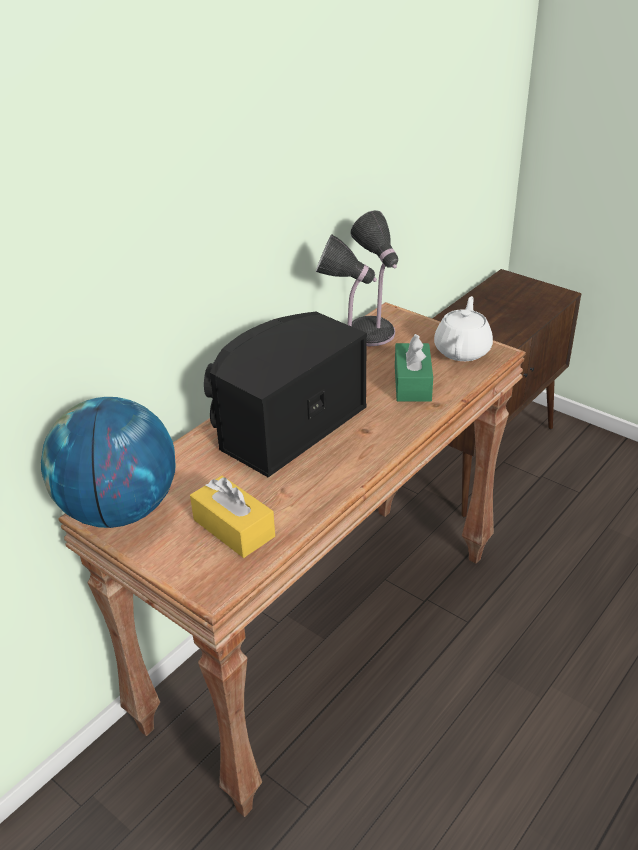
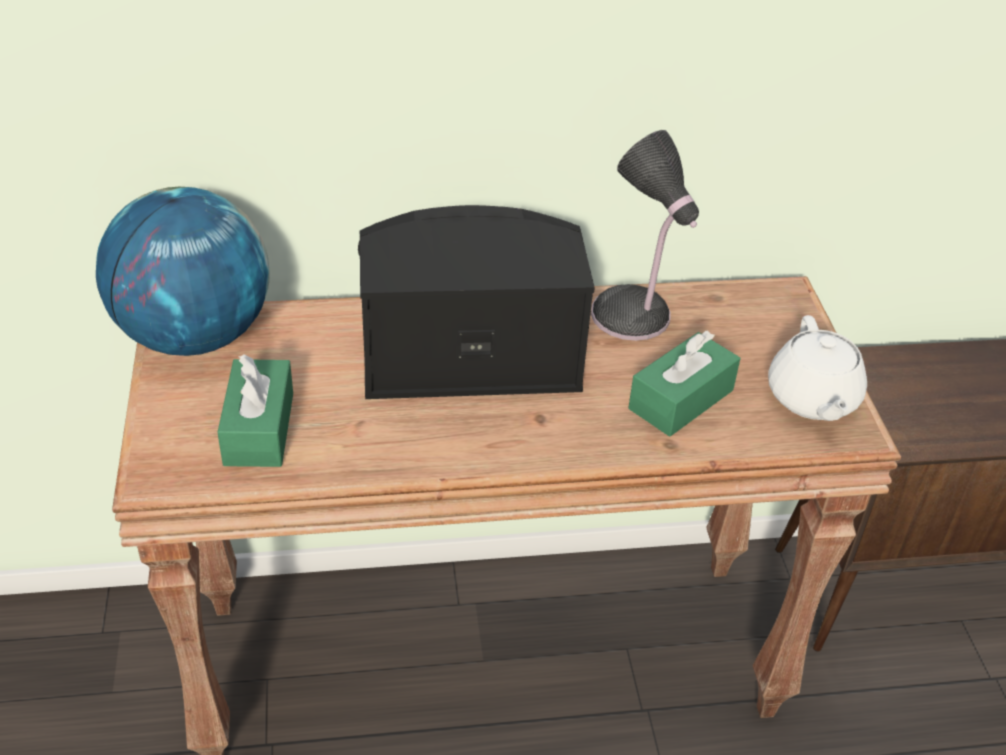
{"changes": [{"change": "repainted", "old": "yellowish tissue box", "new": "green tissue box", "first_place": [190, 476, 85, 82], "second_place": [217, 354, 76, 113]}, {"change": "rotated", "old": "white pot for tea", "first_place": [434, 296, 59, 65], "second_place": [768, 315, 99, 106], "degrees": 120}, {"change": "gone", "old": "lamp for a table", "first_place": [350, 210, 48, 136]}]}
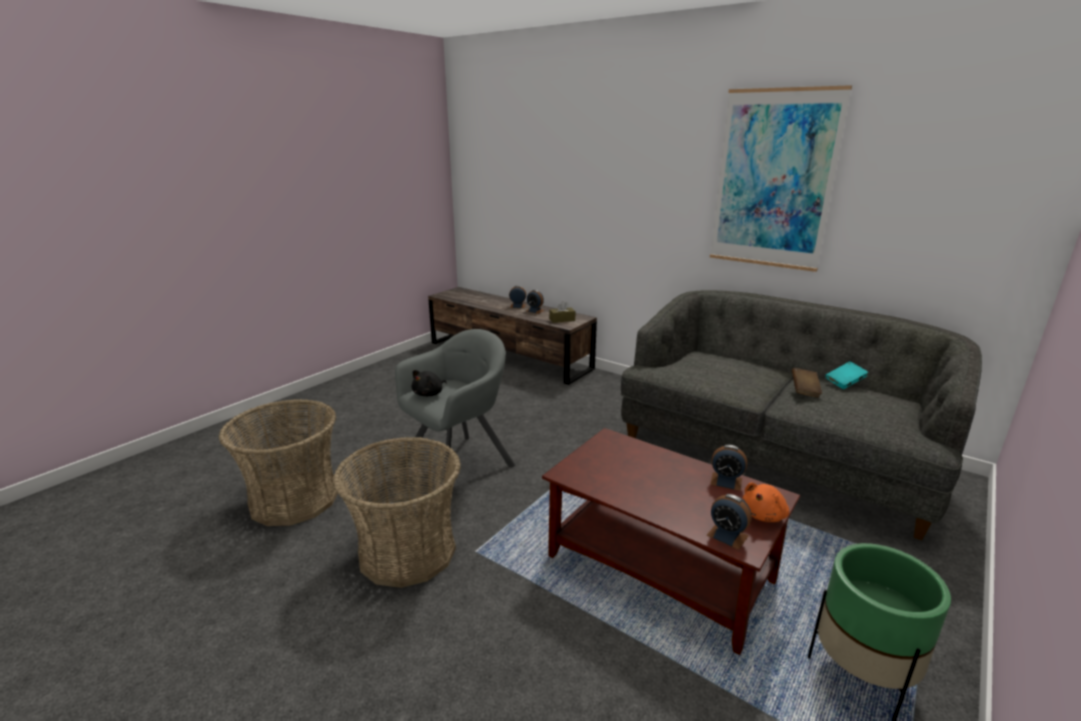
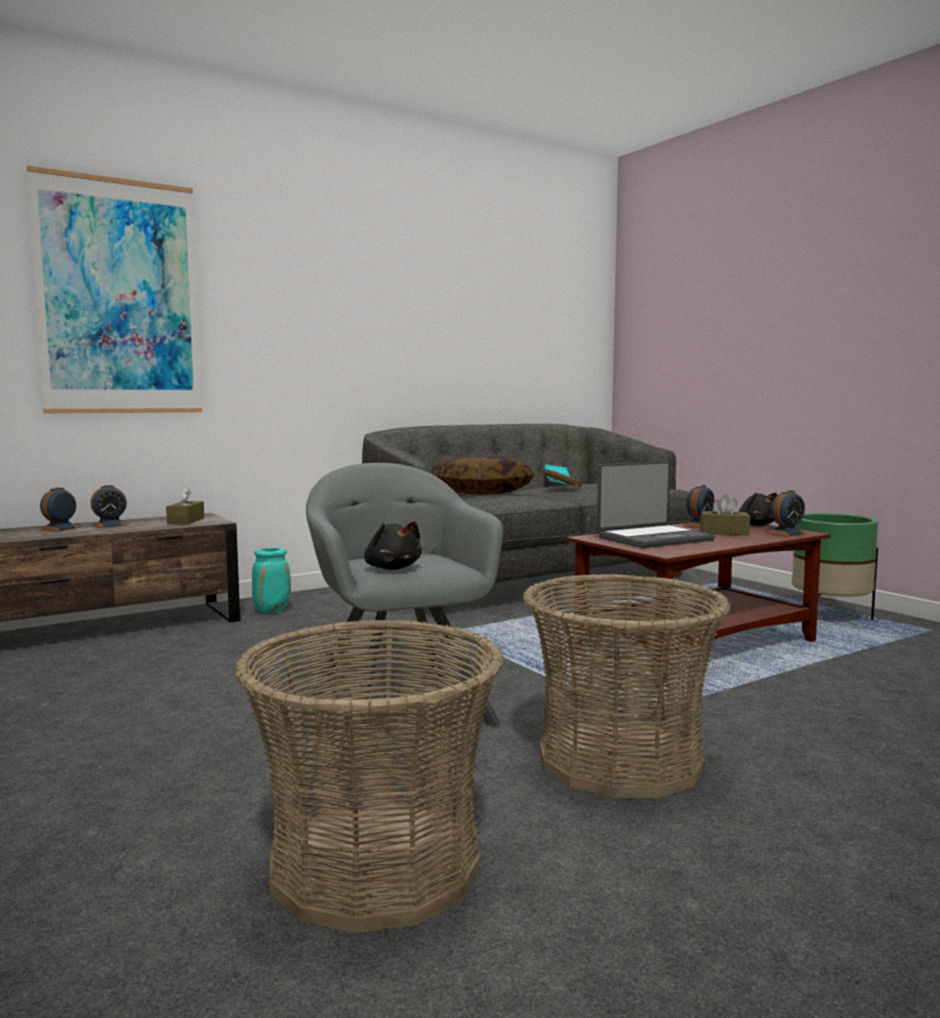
{"changes": [{"change": "shifted", "old": "picture", "first_place": [710, 85, 142, 187], "second_place": [27, 166, 175, 248]}, {"change": "new", "new": "turquoise flower vase", "second_place": [252, 548, 39, 65]}, {"change": "new", "new": "throw pillow", "second_place": [431, 455, 103, 40]}, {"change": "new", "new": "notebook computer", "second_place": [597, 461, 118, 87]}, {"change": "new", "new": "brown tissue box", "second_place": [700, 495, 50, 40]}, {"change": "repainted", "old": "orangey cuddly toy", "new": "black cuddly toy", "first_place": [742, 482, 47, 40], "second_place": [739, 493, 38, 33]}]}
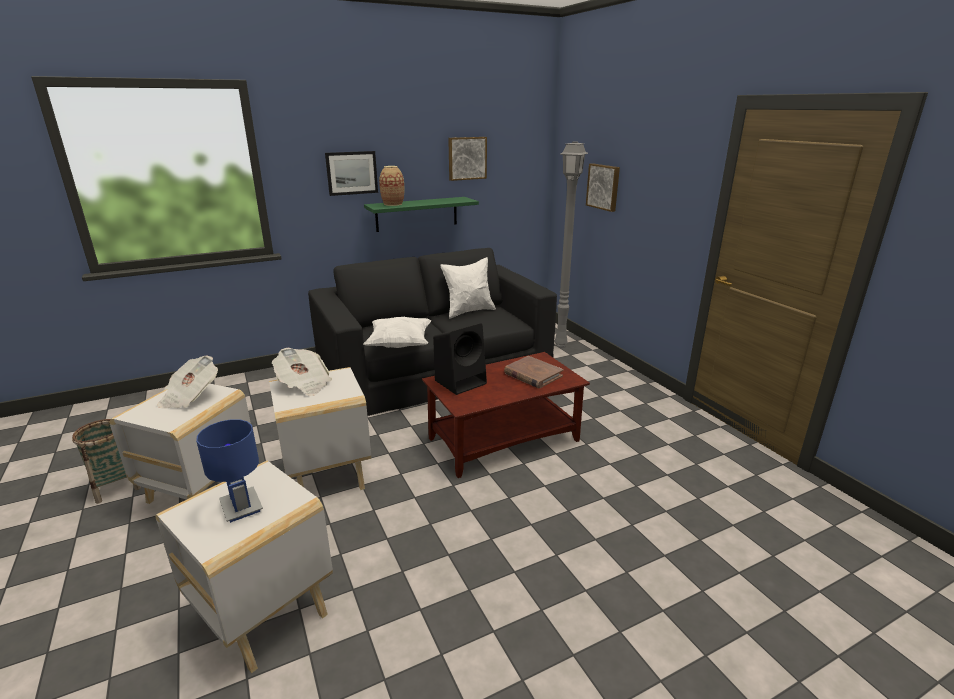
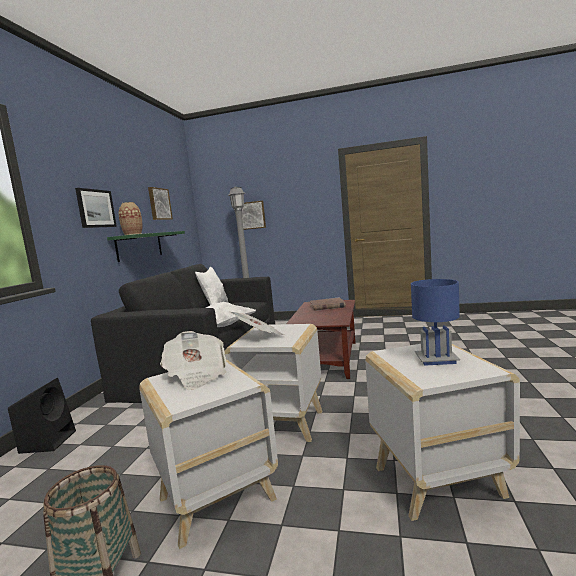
{"changes": [{"change": "shifted", "old": "black loudspeaker", "first_place": [433, 323, 54, 72], "second_place": [8, 378, 68, 76]}]}
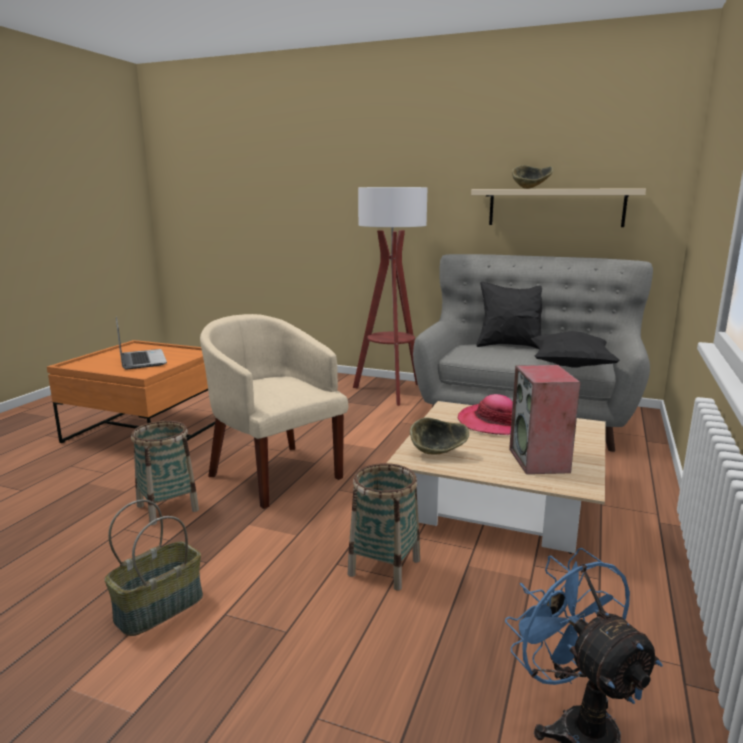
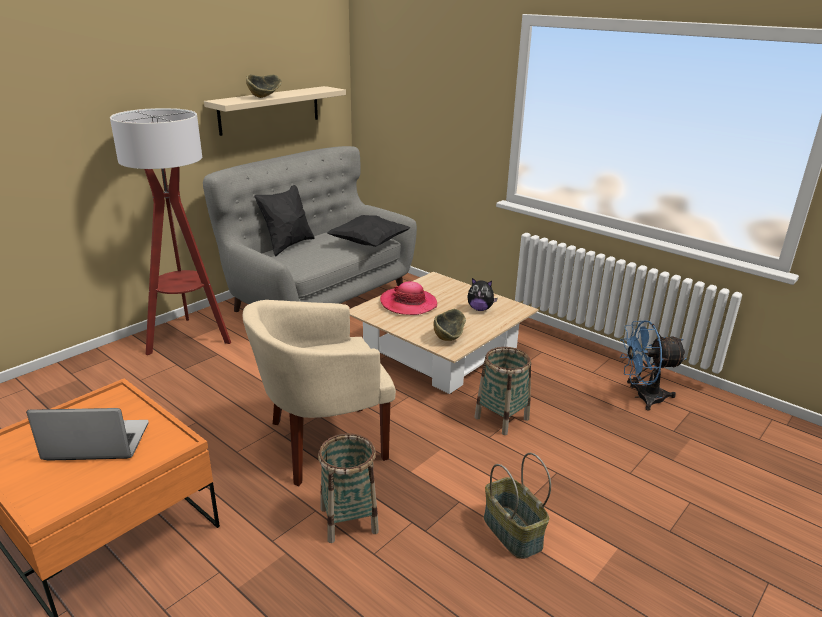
{"changes": [{"change": "swapped", "old": "loudspeaker", "new": "cuddly toy", "first_place": [509, 365, 72, 109], "second_place": [468, 278, 30, 33]}]}
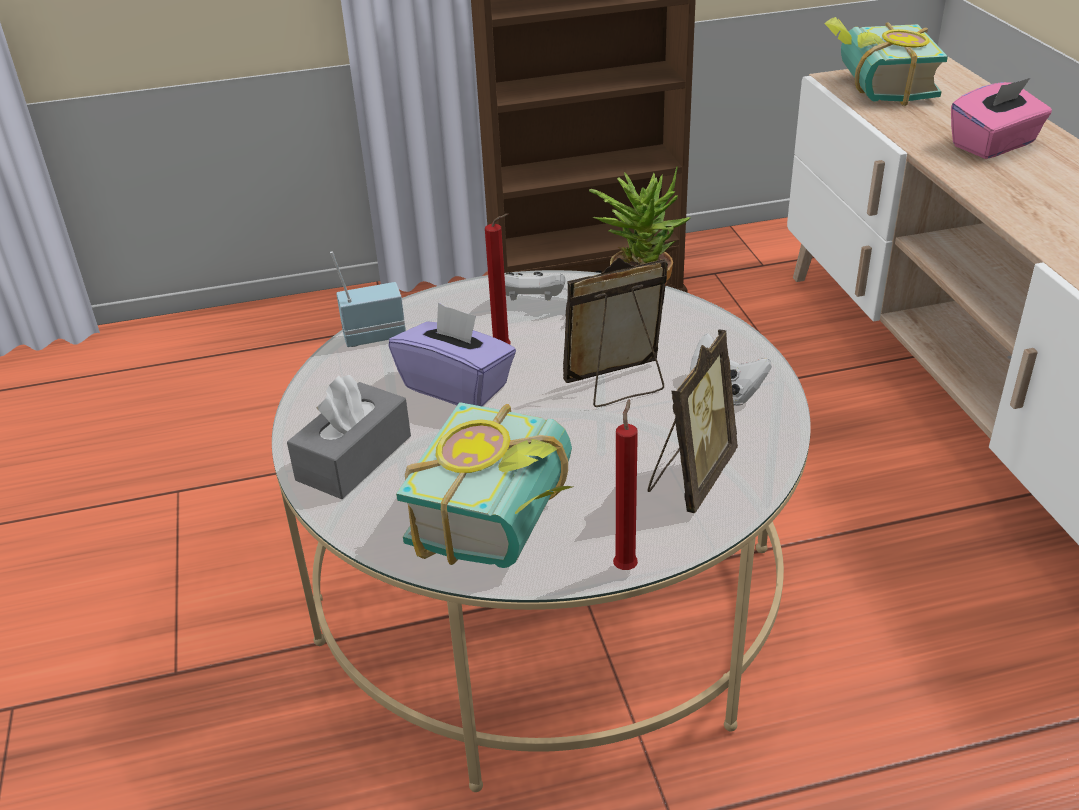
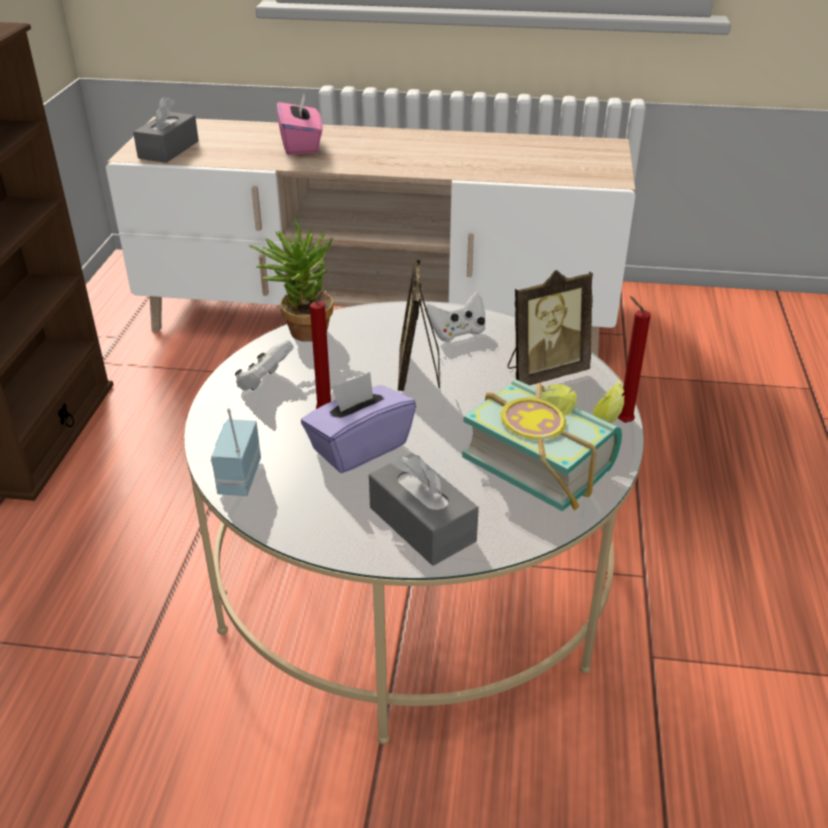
{"changes": [{"change": "swapped", "old": "bound book", "new": "gray tissue box", "first_place": [824, 17, 124, 89], "second_place": [133, 97, 66, 66]}, {"change": "rotated", "old": "photo frame", "first_place": [647, 330, 91, 183], "second_place": [507, 270, 86, 116], "degrees": 105}]}
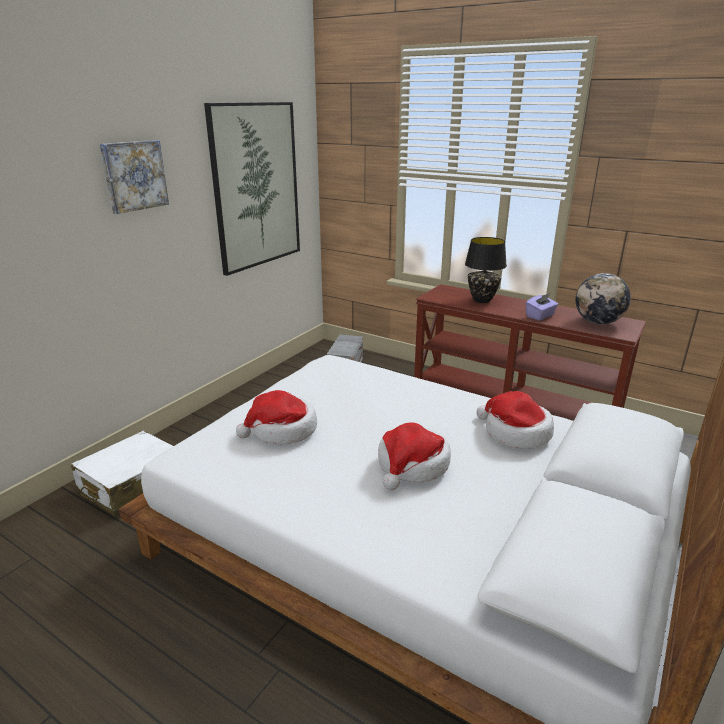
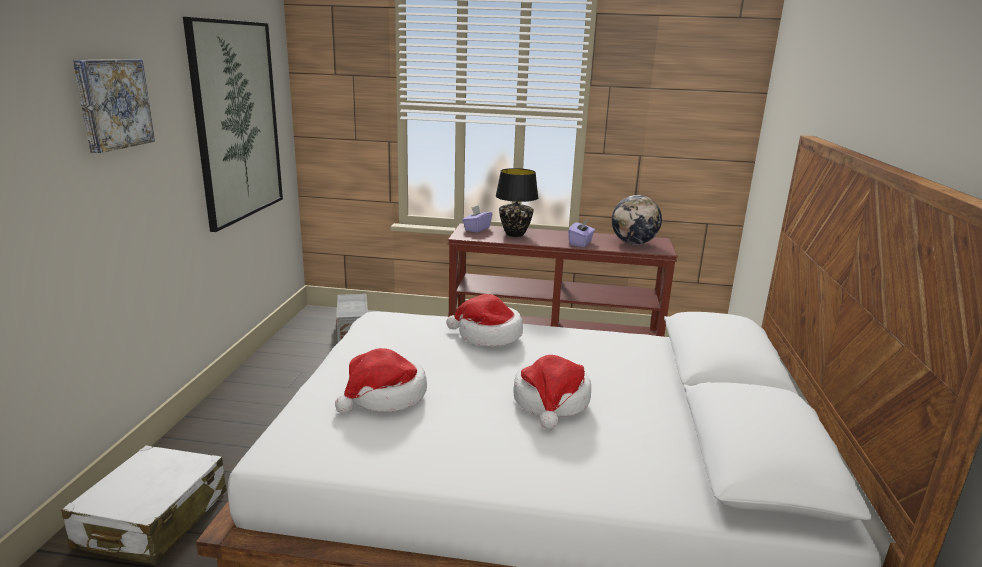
{"changes": [{"change": "shifted", "old": "clothing hat", "first_place": [477, 391, 77, 58], "second_place": [446, 294, 77, 52]}, {"change": "new", "new": "purple-coloured tissue box", "second_place": [462, 205, 30, 28]}]}
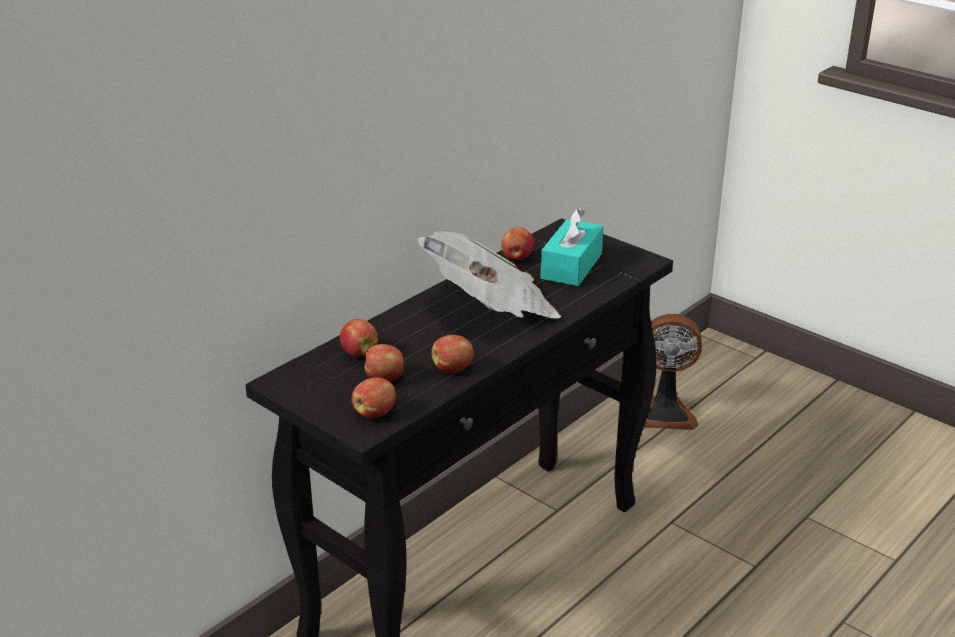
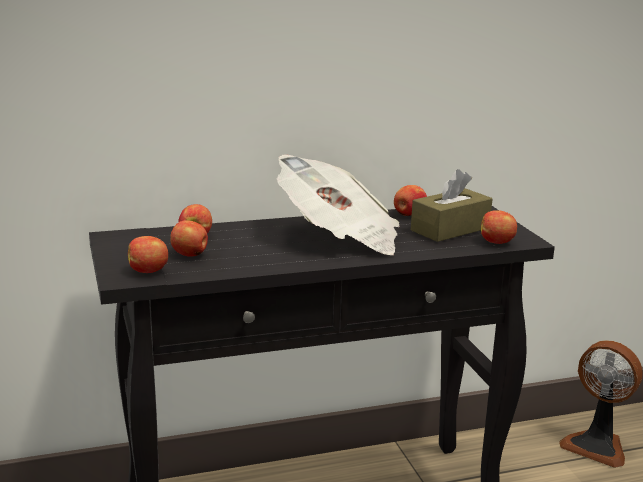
{"changes": [{"change": "repainted", "old": "turquoise tissue box", "new": "brown tissue box", "first_place": [541, 208, 63, 78], "second_place": [411, 169, 81, 73]}, {"change": "shifted", "old": "apple fruit", "first_place": [431, 335, 43, 38], "second_place": [481, 210, 36, 34]}]}
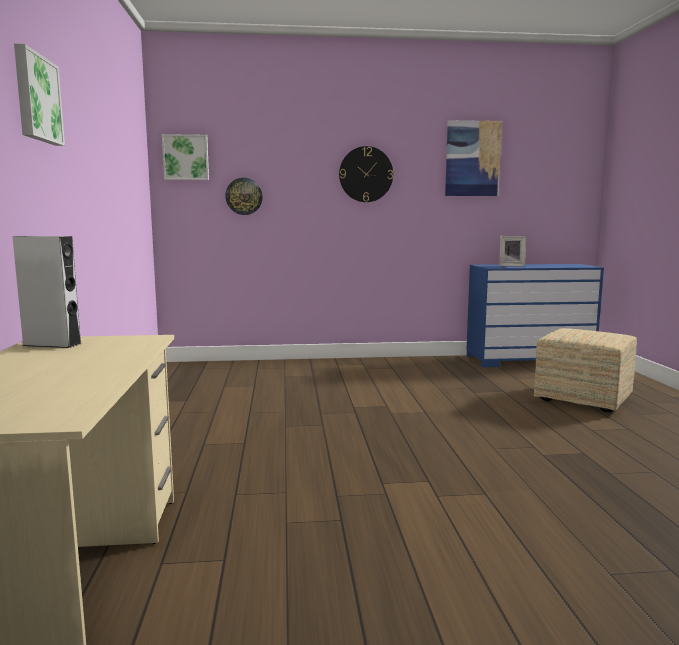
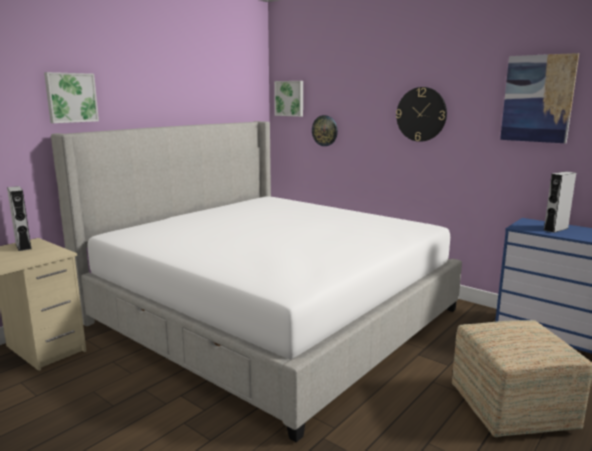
{"changes": [{"change": "new", "new": "bedroom bed", "second_place": [51, 121, 411, 321]}, {"change": "swapped", "old": "photo frame", "new": "gray loudspeaker", "first_place": [499, 236, 27, 31], "second_place": [544, 171, 32, 62]}]}
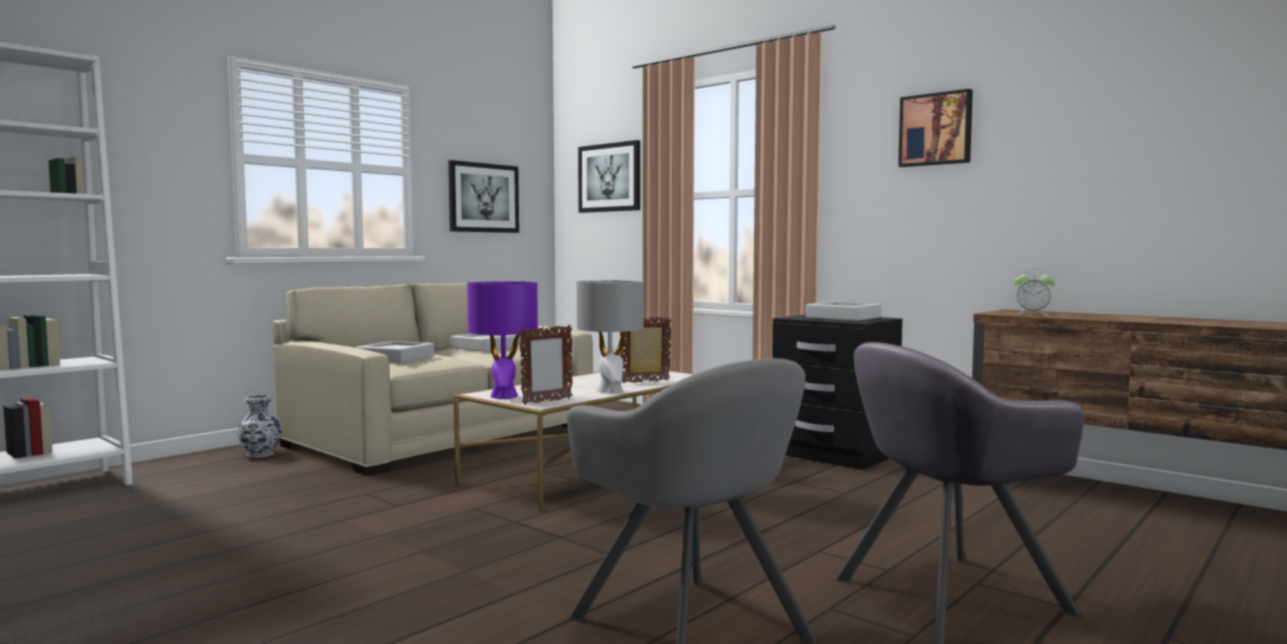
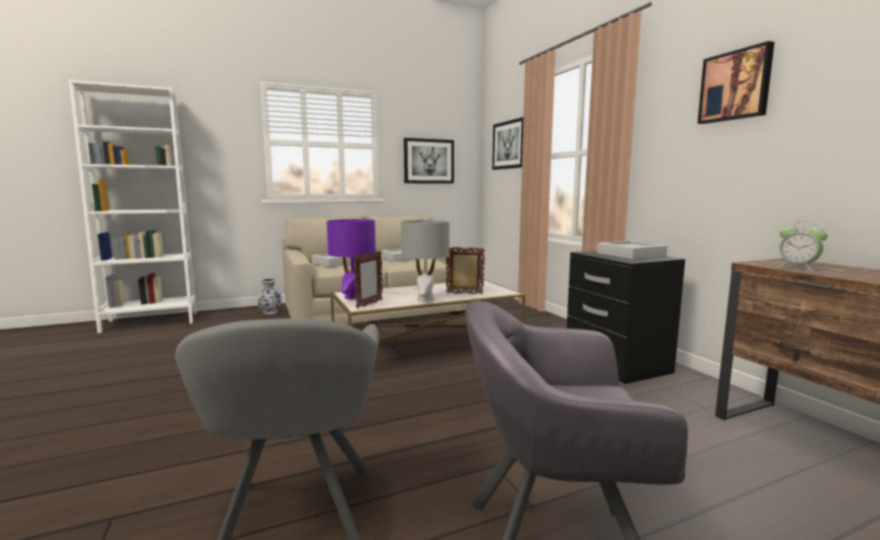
{"changes": [{"change": "rotated", "old": "photo frame", "first_place": [520, 325, 53, 79], "second_place": [353, 251, 30, 58], "degrees": -45}]}
